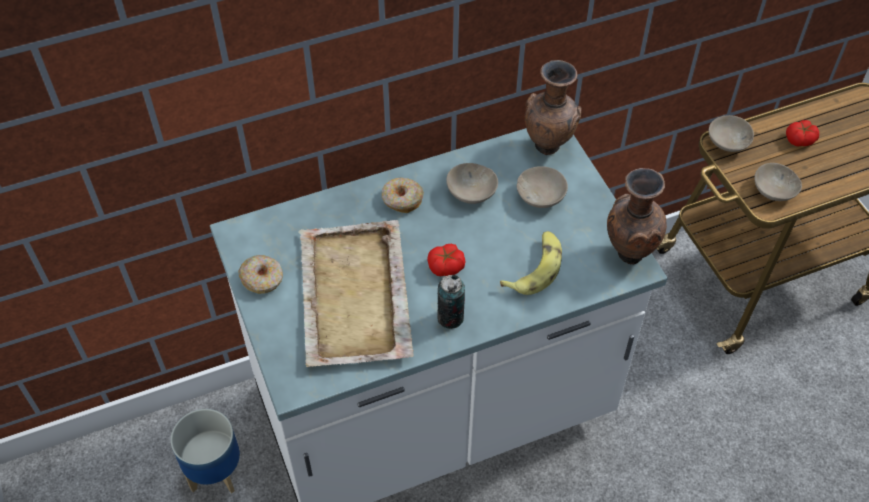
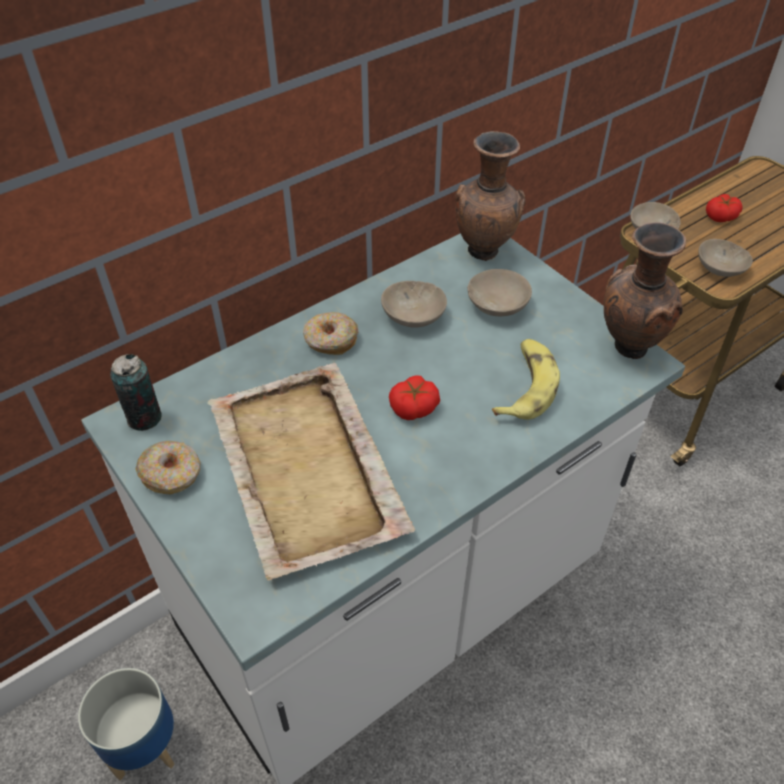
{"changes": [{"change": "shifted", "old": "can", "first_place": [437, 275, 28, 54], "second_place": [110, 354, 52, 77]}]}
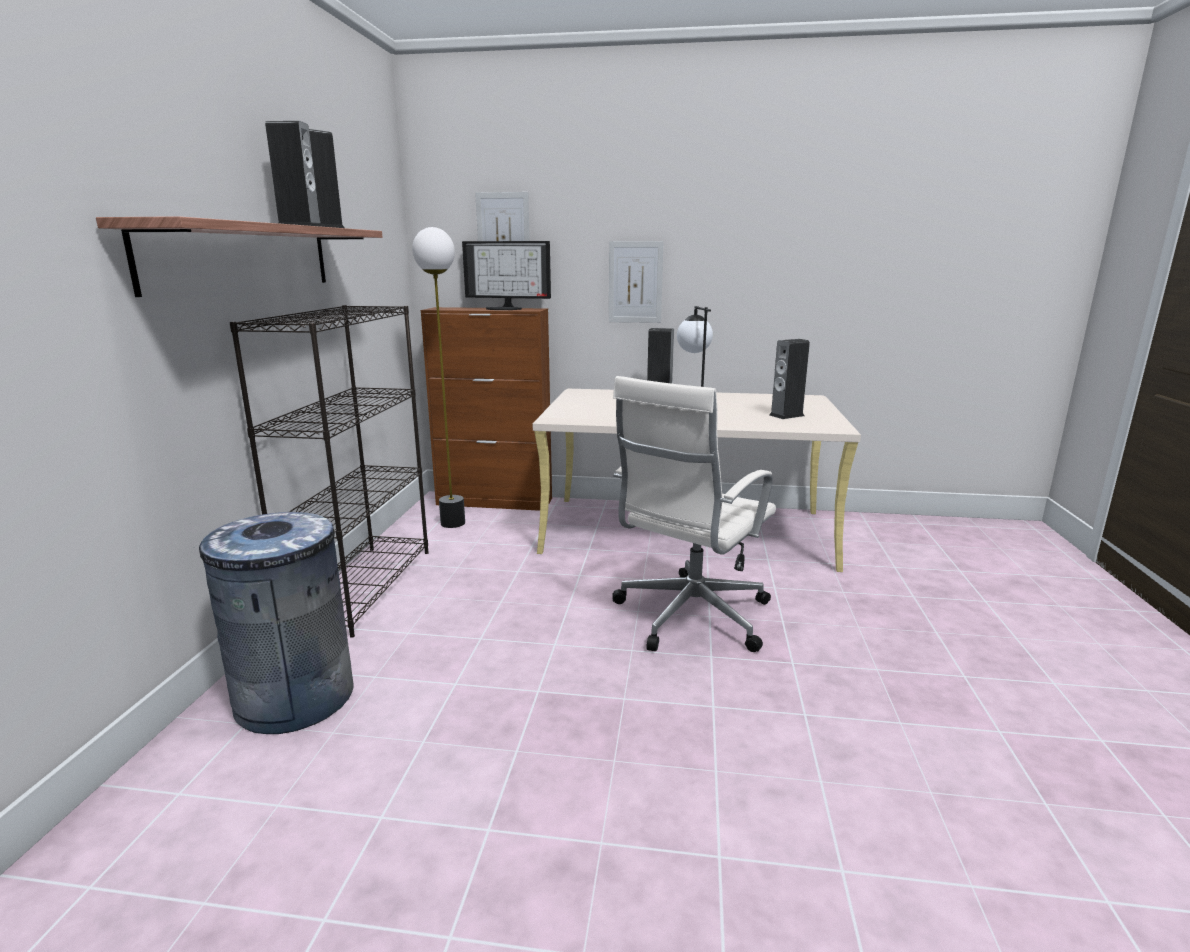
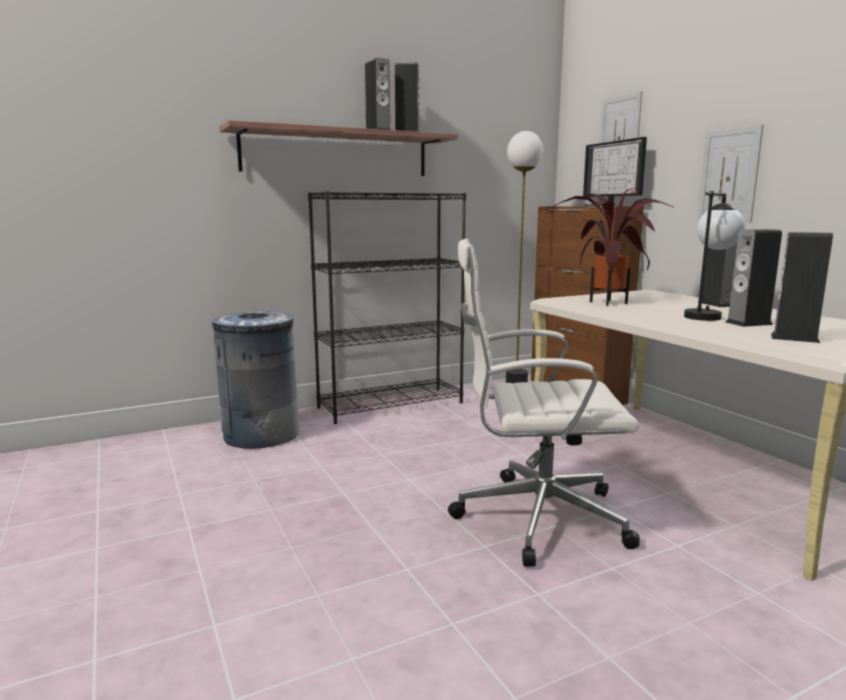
{"changes": [{"change": "new", "new": "plant in a pot", "second_place": [547, 188, 126, 118]}, {"change": "new", "new": "loudspeaker", "second_place": [725, 229, 57, 98]}]}
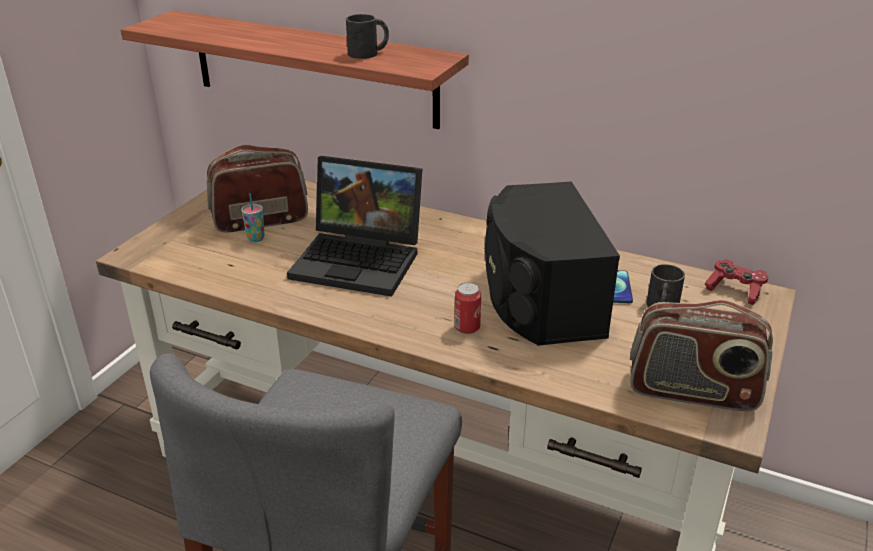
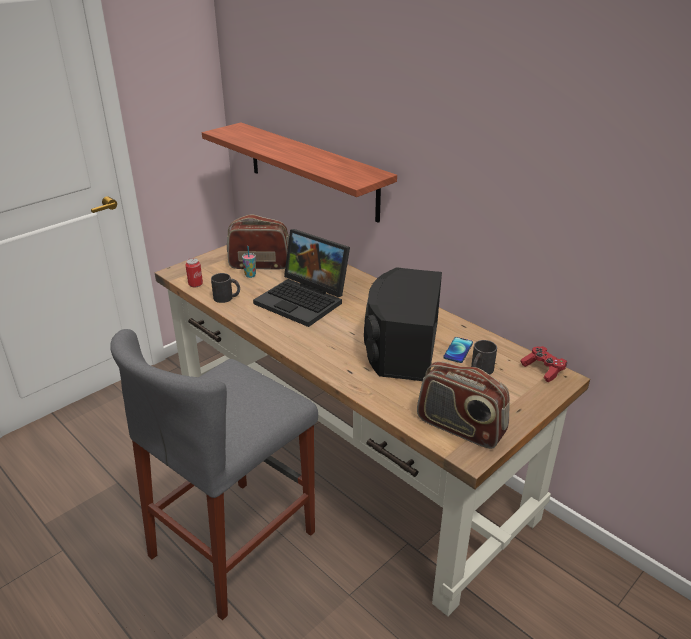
{"changes": [{"change": "shifted", "old": "can", "first_place": [455, 283, 26, 51], "second_place": [185, 258, 18, 30]}, {"change": "shifted", "old": "black coffee mug", "first_place": [346, 14, 43, 45], "second_place": [211, 273, 29, 30]}]}
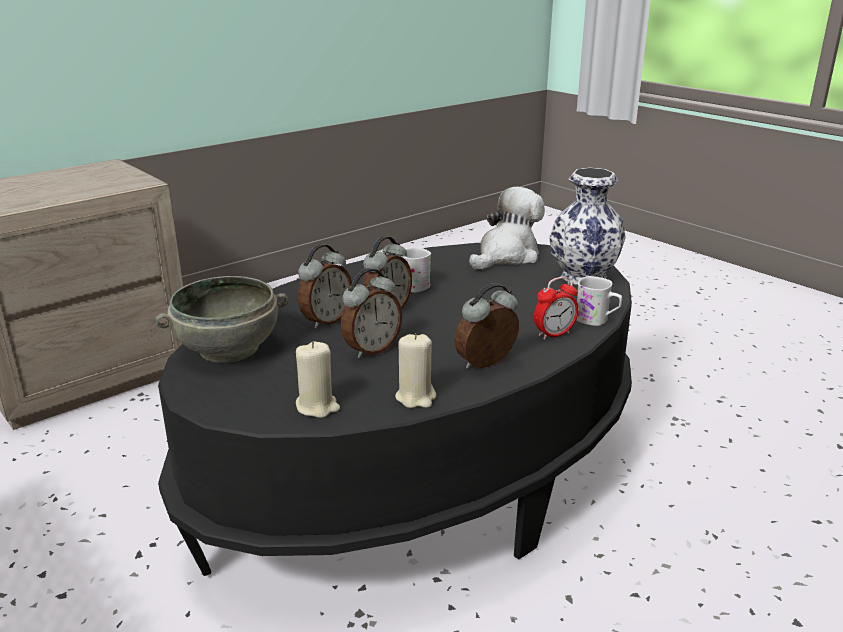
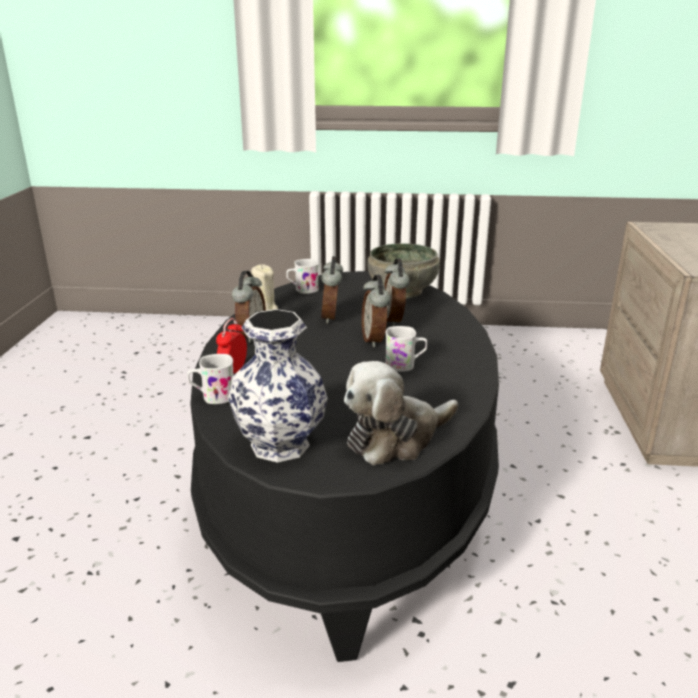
{"changes": [{"change": "swapped", "old": "beige wax light", "new": "white coffee mug", "first_place": [296, 342, 44, 76], "second_place": [286, 259, 33, 35]}, {"change": "rotated", "old": "cuddly toy", "first_place": [469, 187, 76, 82], "second_place": [344, 361, 114, 104], "degrees": 60}]}
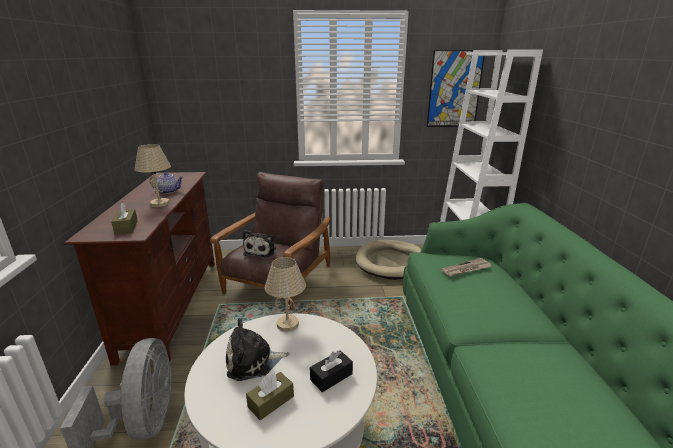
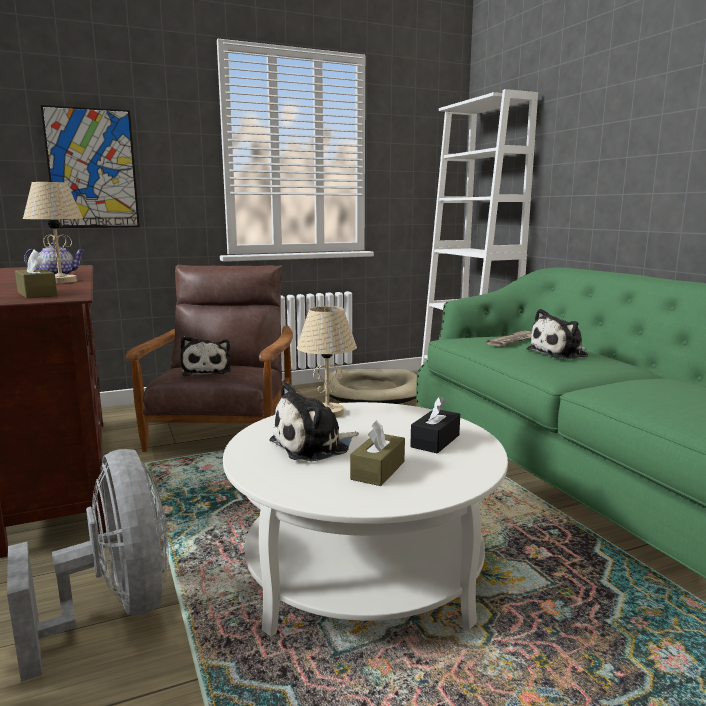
{"changes": [{"change": "shifted", "old": "picture", "first_place": [426, 50, 59, 77], "second_place": [40, 105, 100, 123]}, {"change": "new", "new": "cuddly toy", "second_place": [526, 309, 62, 50]}]}
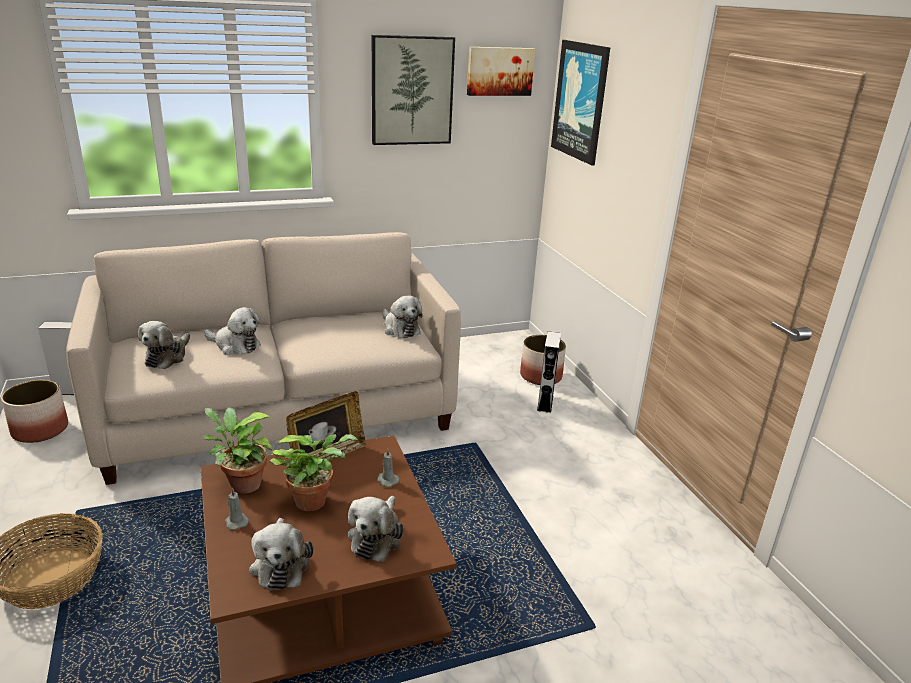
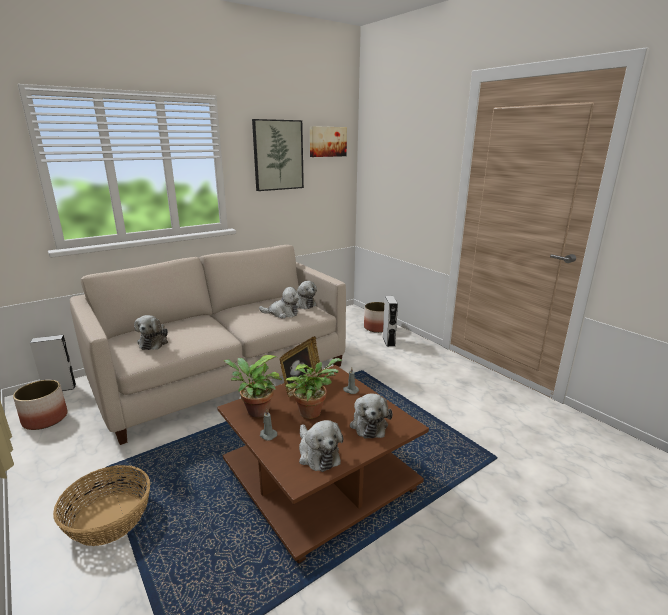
{"changes": [{"change": "shifted", "old": "cuddly toy", "first_place": [204, 307, 57, 48], "second_place": [259, 287, 41, 31]}, {"change": "gone", "old": "picture", "first_place": [551, 40, 59, 126]}]}
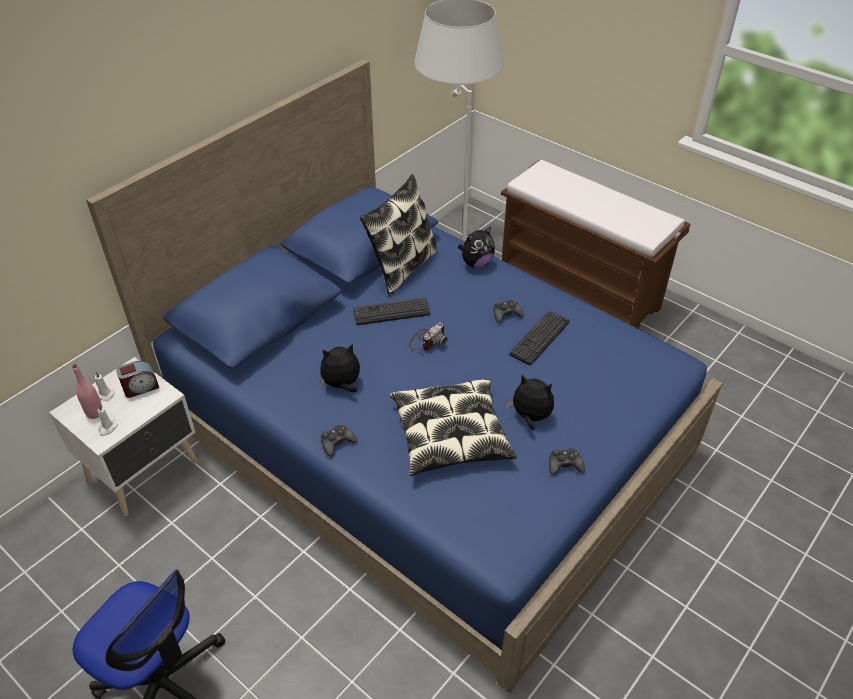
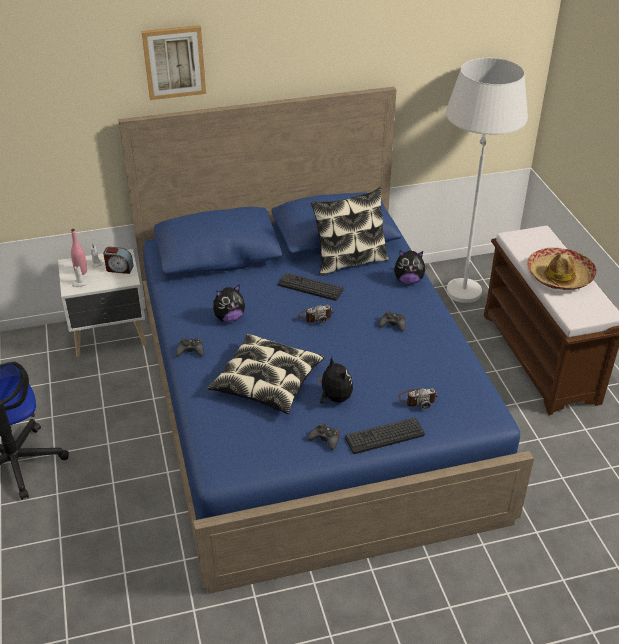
{"changes": [{"change": "new", "new": "picture", "second_place": [142, 25, 64, 75]}, {"change": "rotated", "old": "cuddly toy", "first_place": [319, 343, 41, 50], "second_place": [213, 284, 32, 38], "degrees": 135}, {"change": "shifted", "old": "computer keyboard", "first_place": [510, 311, 60, 54], "second_place": [345, 418, 80, 36]}, {"change": "new", "new": "still camera", "second_place": [398, 388, 40, 21]}, {"change": "new", "new": "clothing hat", "second_place": [527, 247, 70, 43]}]}
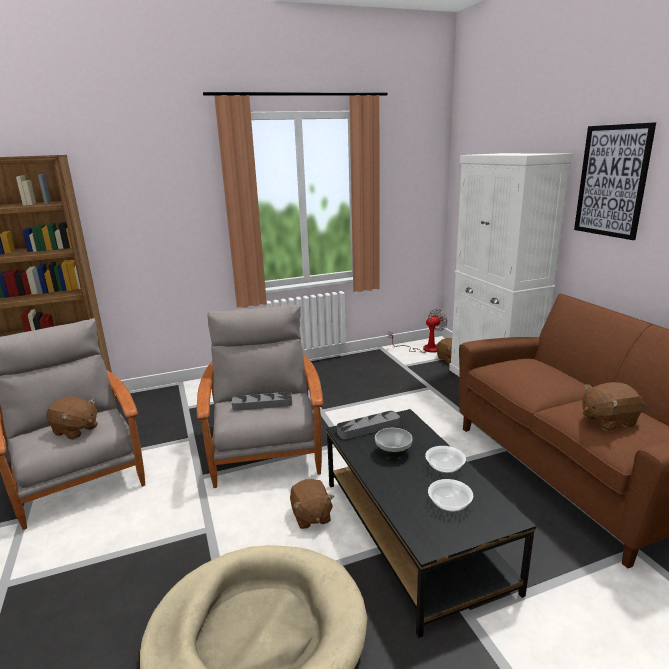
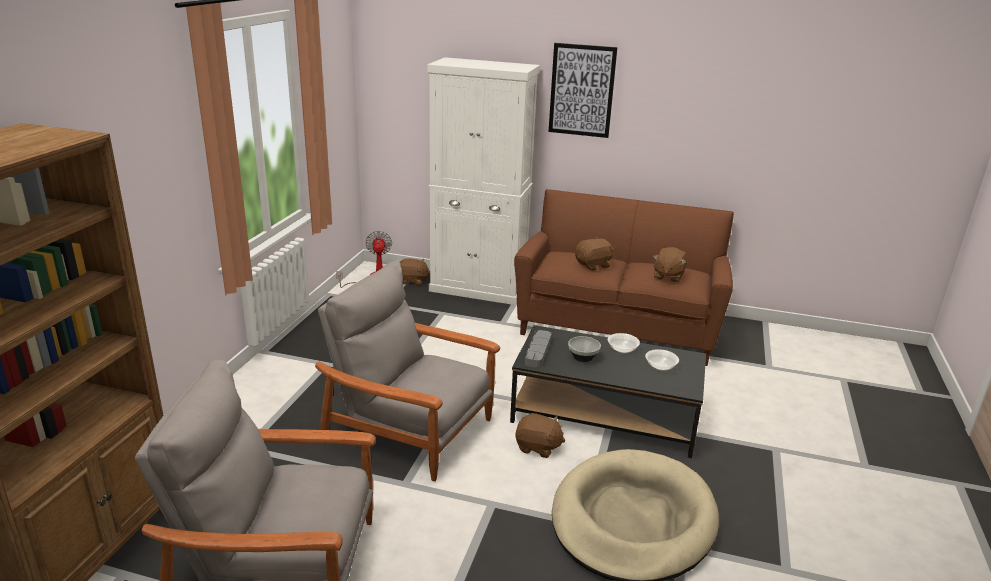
{"changes": [{"change": "shifted", "old": "brown cuddly toy", "first_place": [46, 396, 52, 44], "second_place": [575, 237, 39, 34]}, {"change": "gone", "old": "gray serving tray", "first_place": [232, 392, 60, 19]}]}
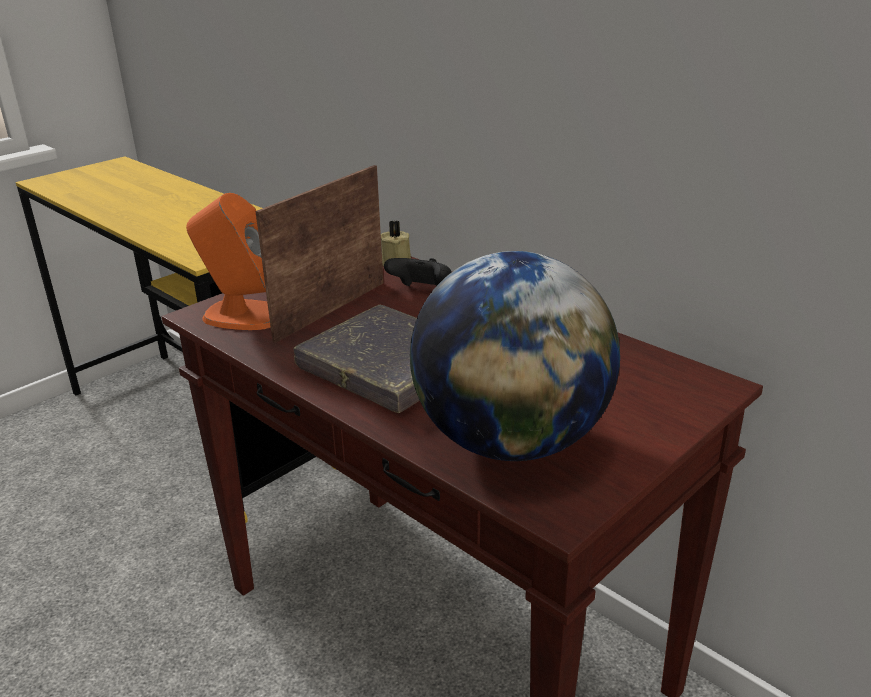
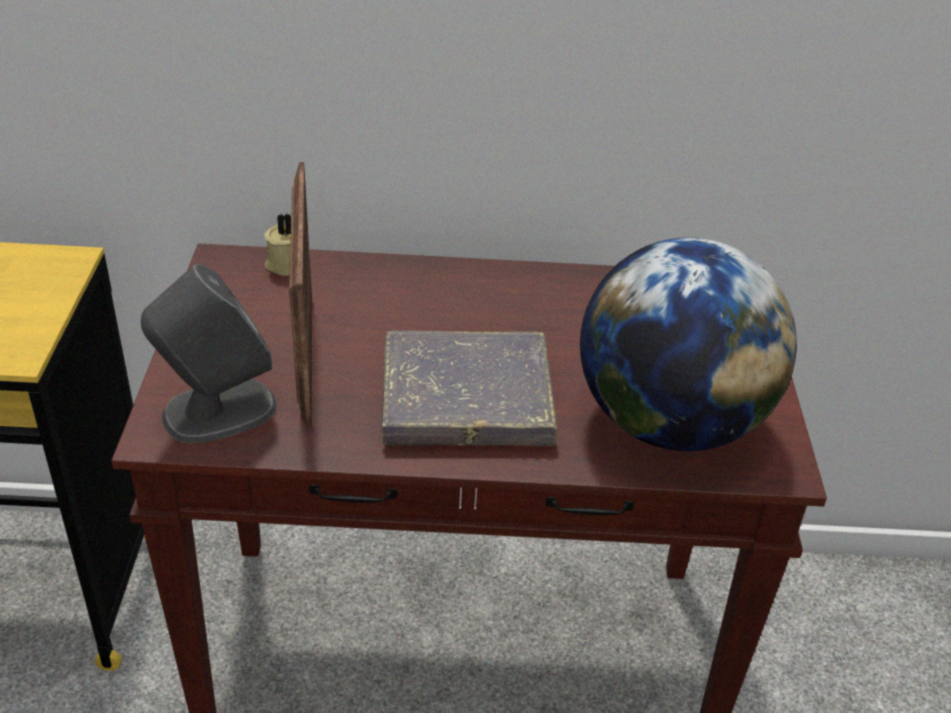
{"changes": [{"change": "repainted", "old": "orangey loudspeaker", "new": "gray loudspeaker", "first_place": [186, 193, 85, 137], "second_place": [141, 264, 136, 179]}, {"change": "gone", "old": "black joypad", "first_place": [384, 258, 67, 28]}]}
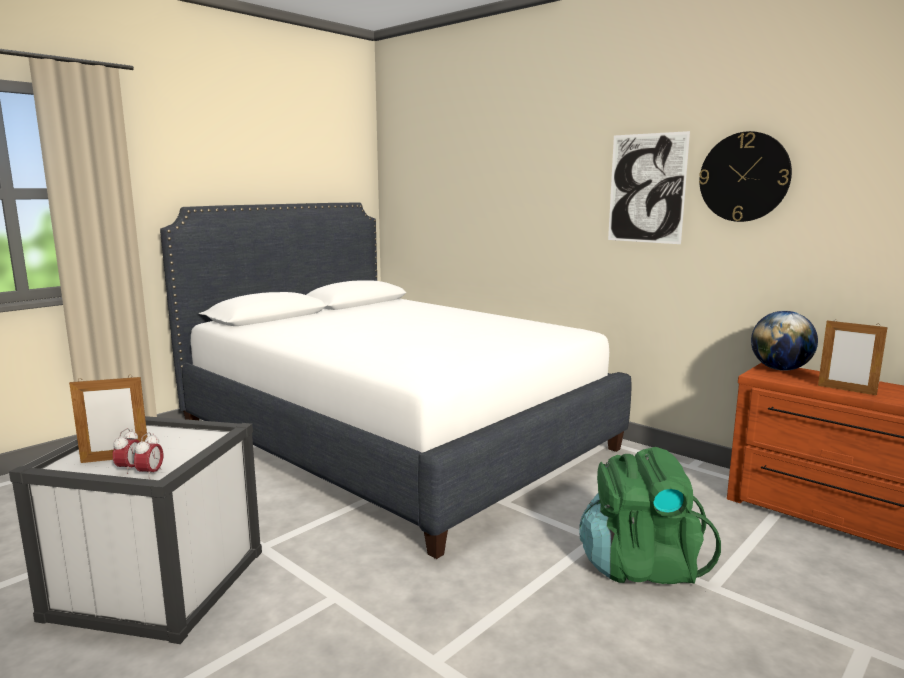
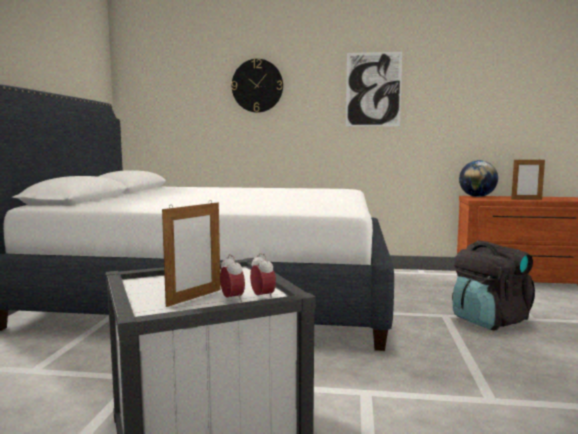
{"changes": [{"change": "shifted", "old": "clock on the wall", "first_place": [699, 131, 93, 91], "second_place": [232, 59, 51, 54]}, {"change": "repainted", "old": "green rucksack", "new": "black rucksack", "first_place": [579, 447, 142, 137], "second_place": [452, 240, 83, 91]}]}
